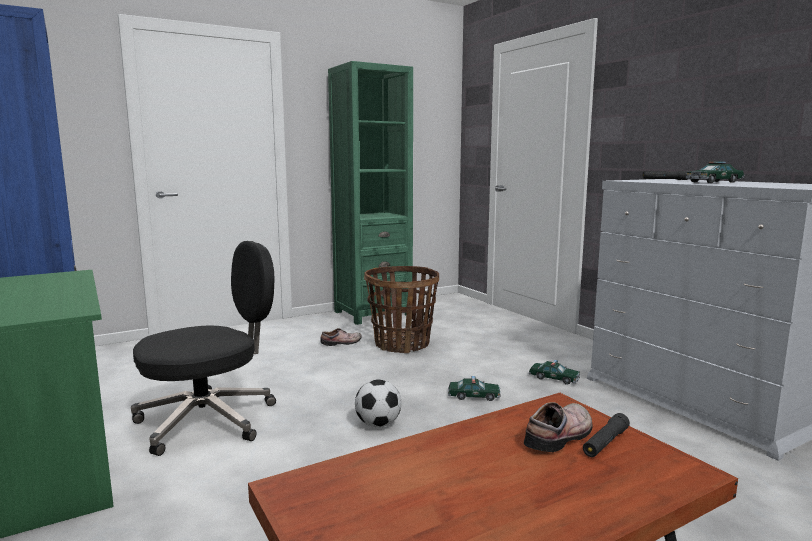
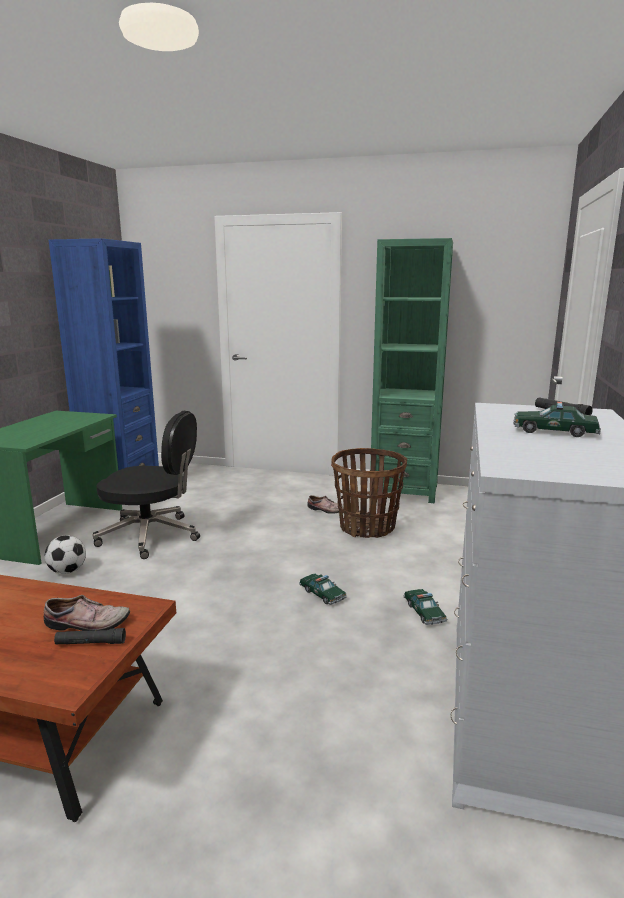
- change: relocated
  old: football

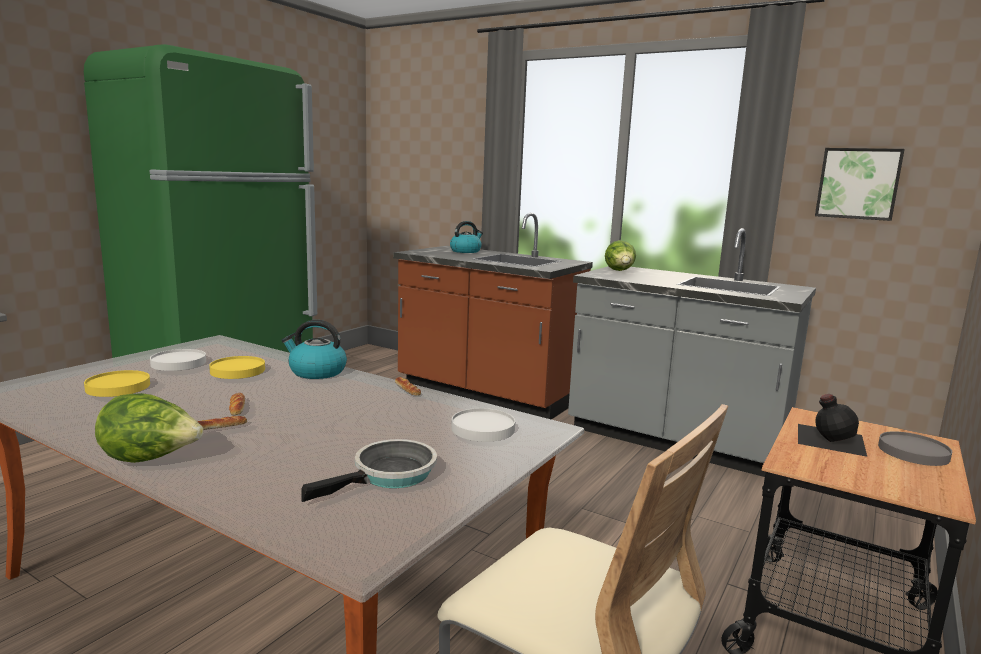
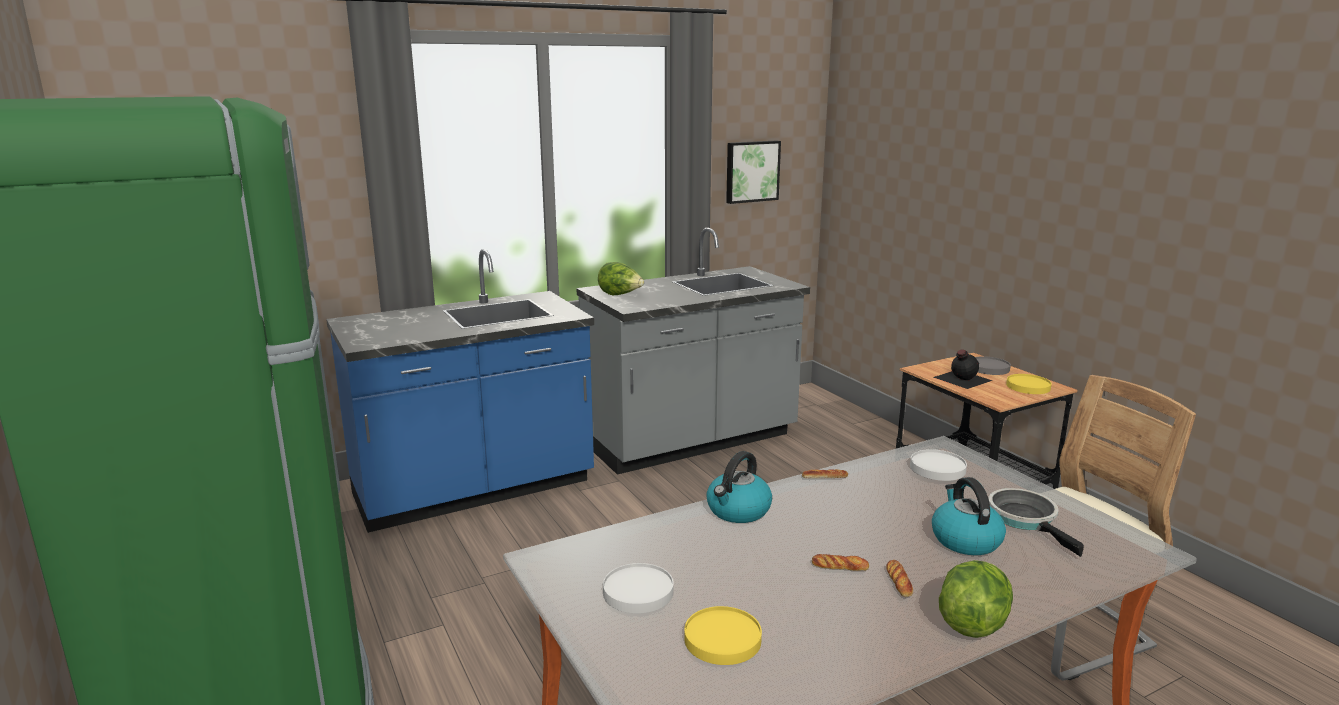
- change: colour
  old: brown counter
  new: blue counter
- change: relocated
  old: kettle (no. 2 from left)
- change: relocated
  old: yellow plate (no. 2 from left)

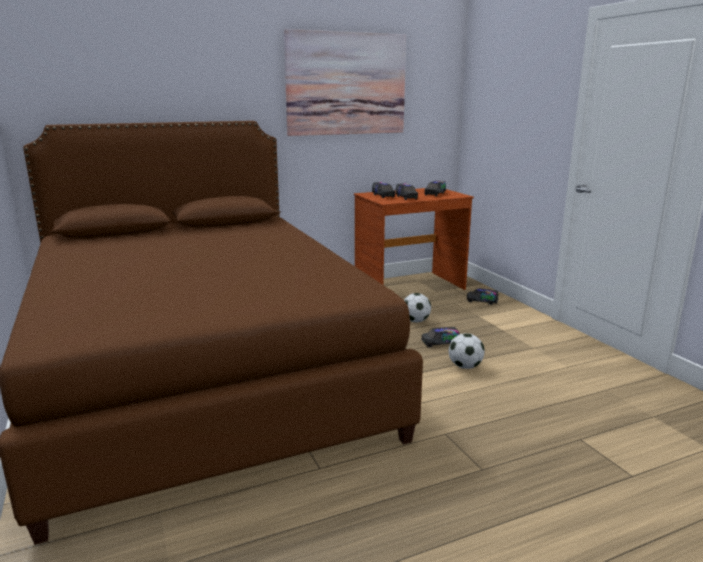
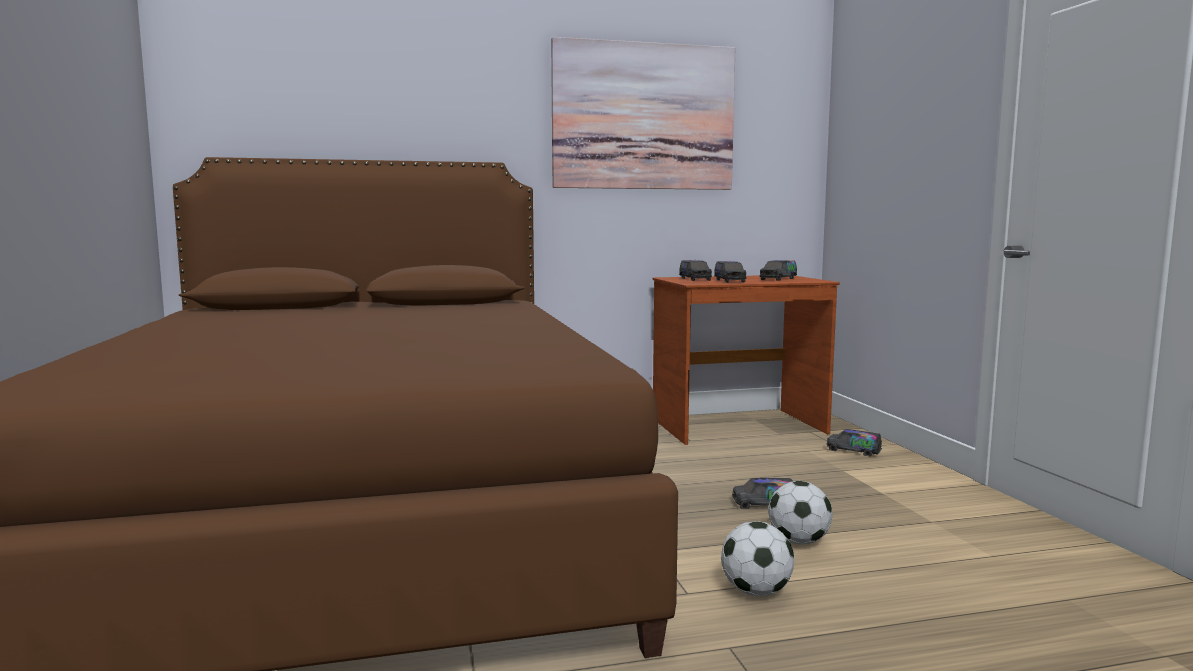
- change: relocated
  old: football (no. 1 from left)

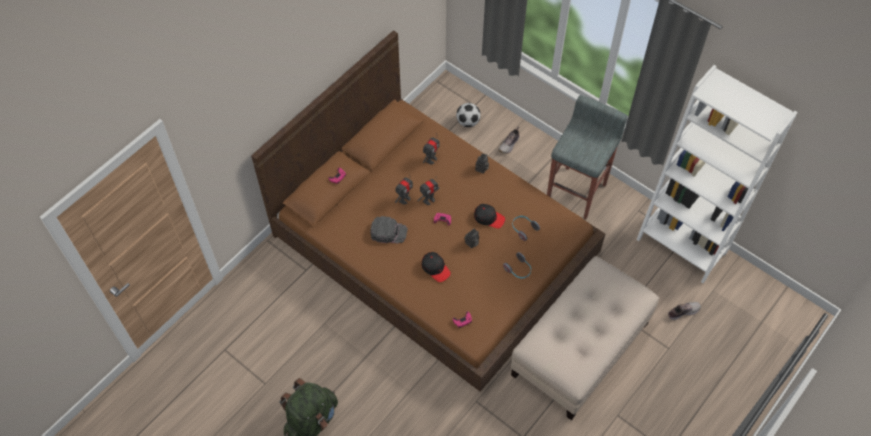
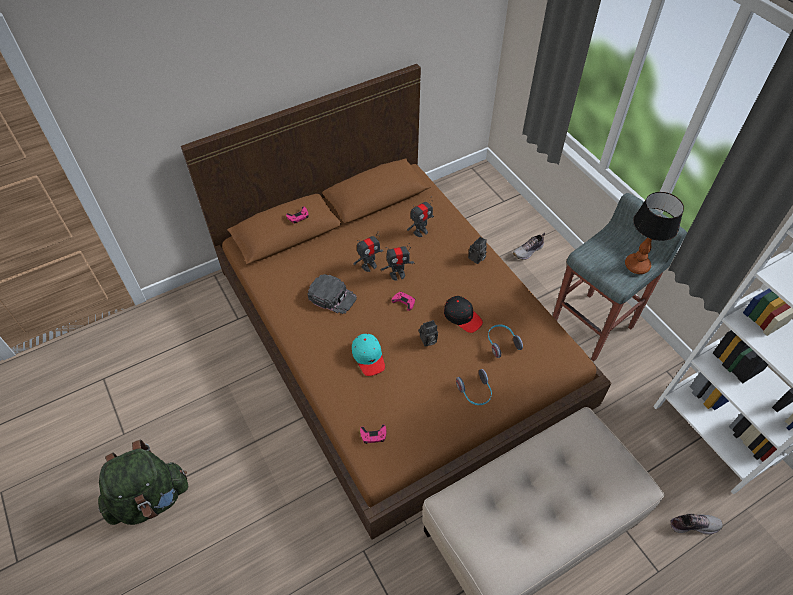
- change: missing
  old: football
- change: colour
  old: black cap (no. 2 from left)
  new: turquoise cap
- change: appeared
  new: table lamp

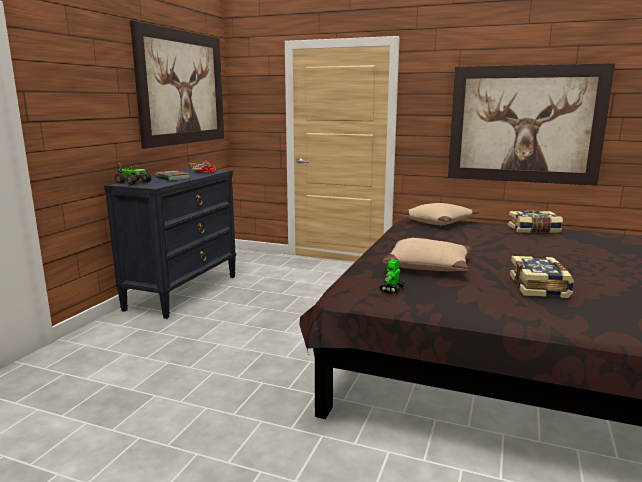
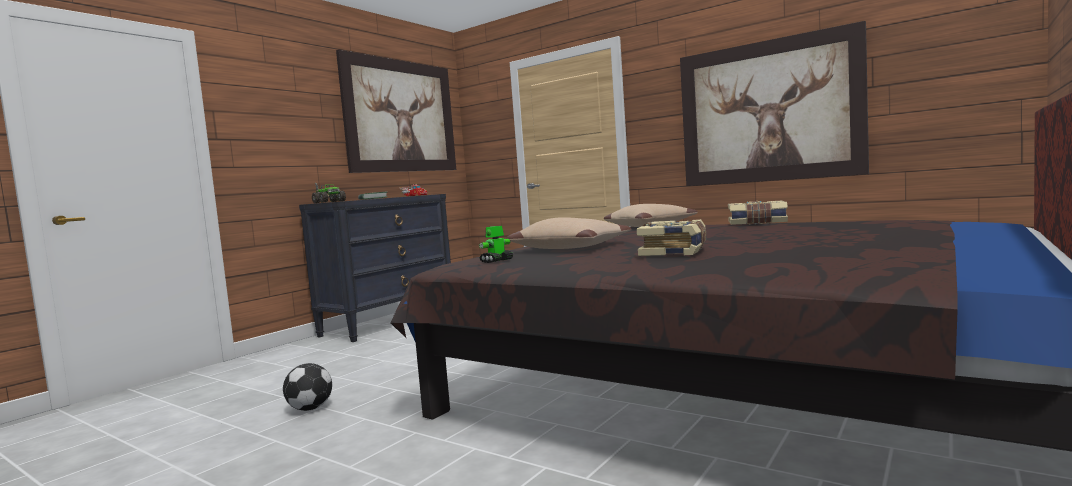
- change: appeared
  new: football

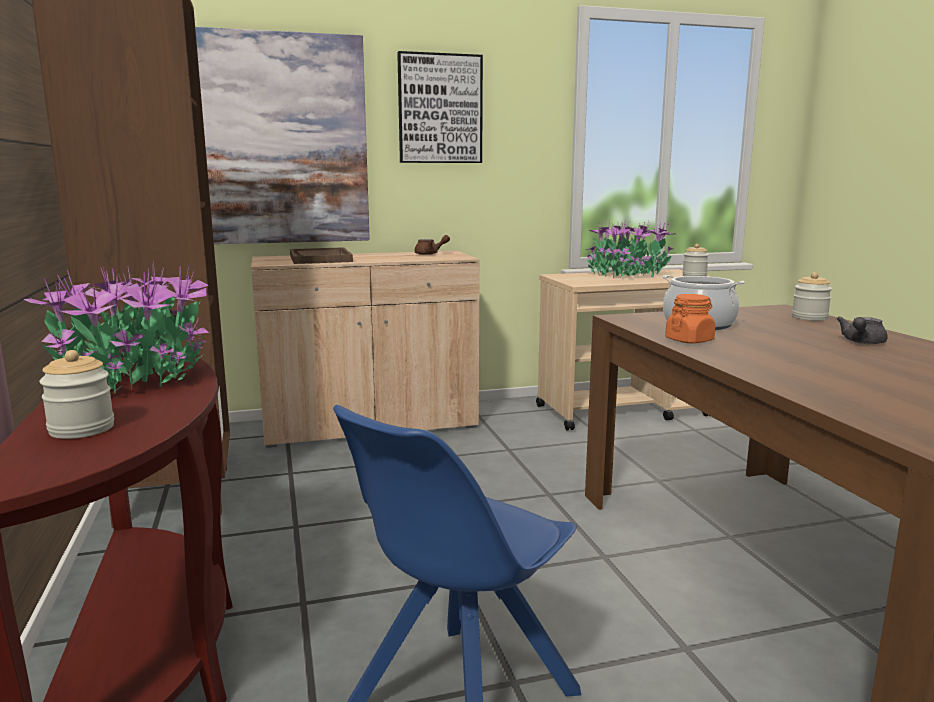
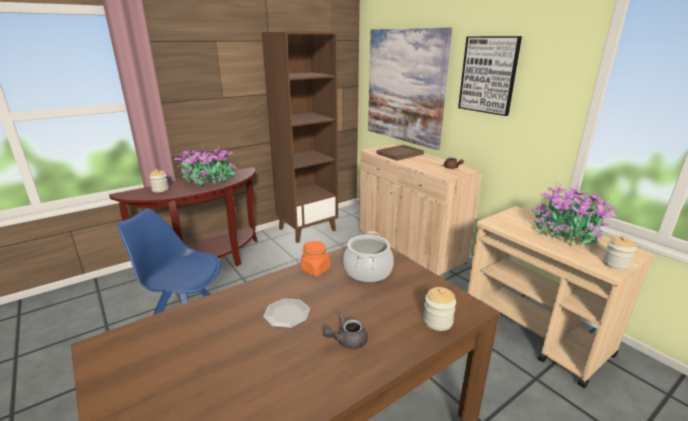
- change: spun
  old: grey teapot
  degrees: -45
- change: appeared
  new: plate

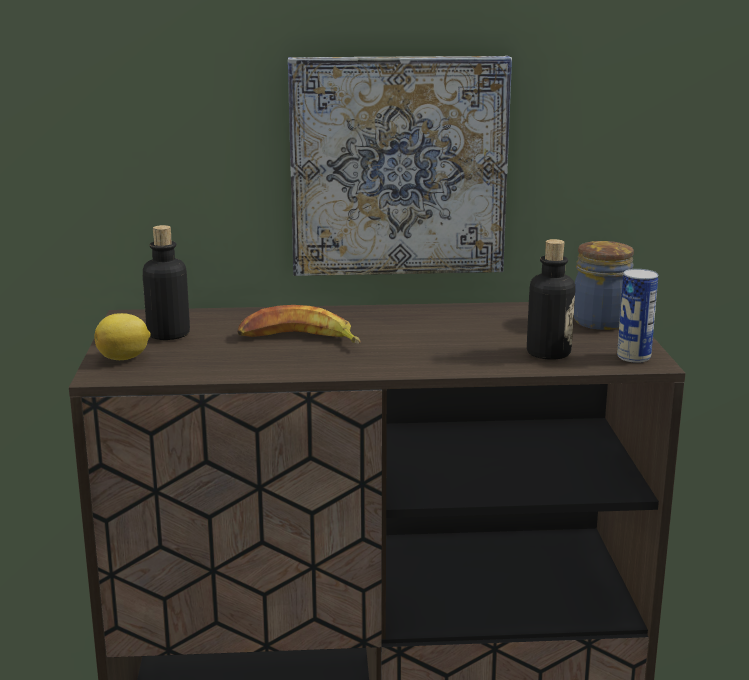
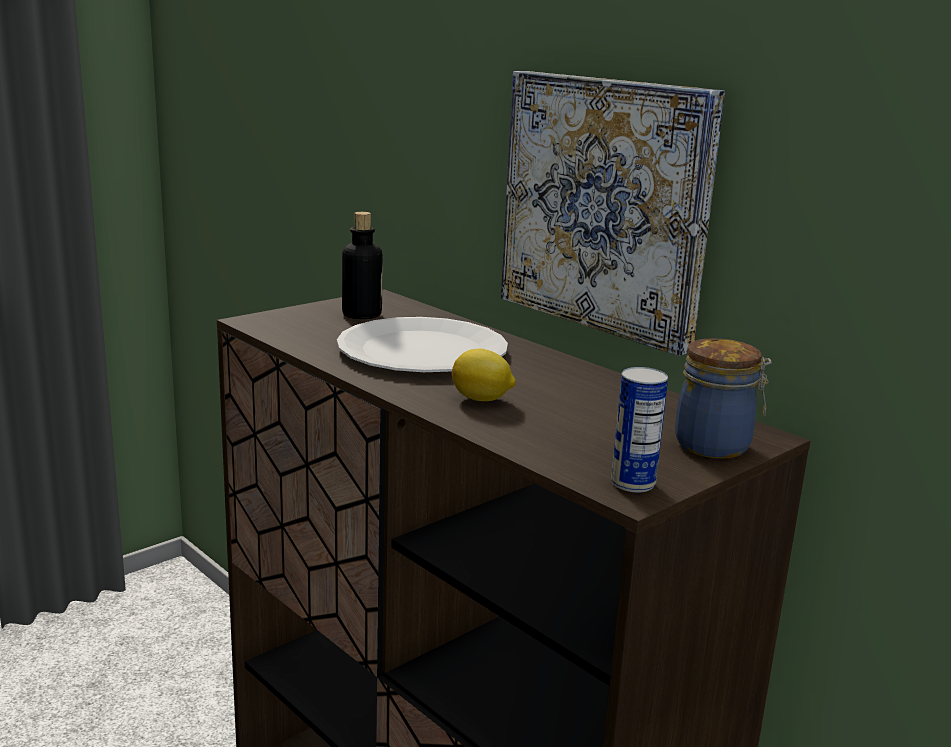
- change: missing
  old: bottle (no. 2 from left)
- change: exchanged
  old: banana
  new: white plate
- change: relocated
  old: lemon

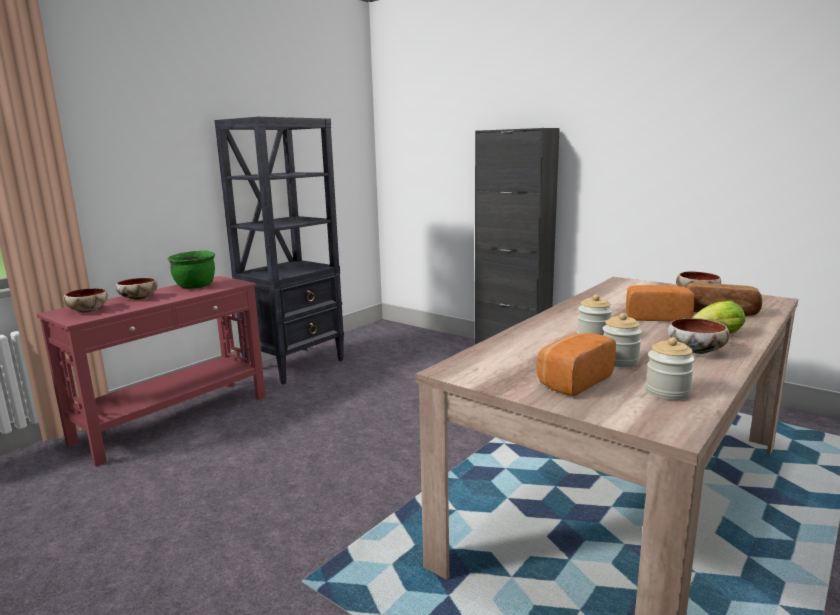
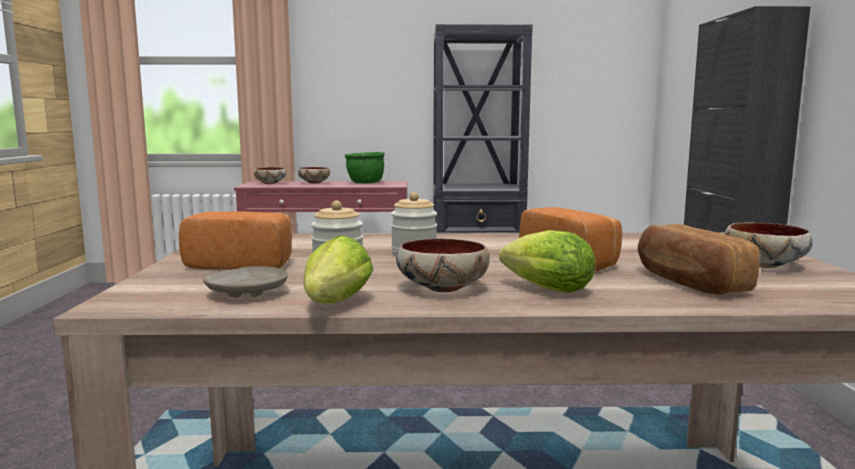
- change: exchanged
  old: jar (no. 3 from left)
  new: beige plate
- change: appeared
  new: lettuce (no. 1 from left)

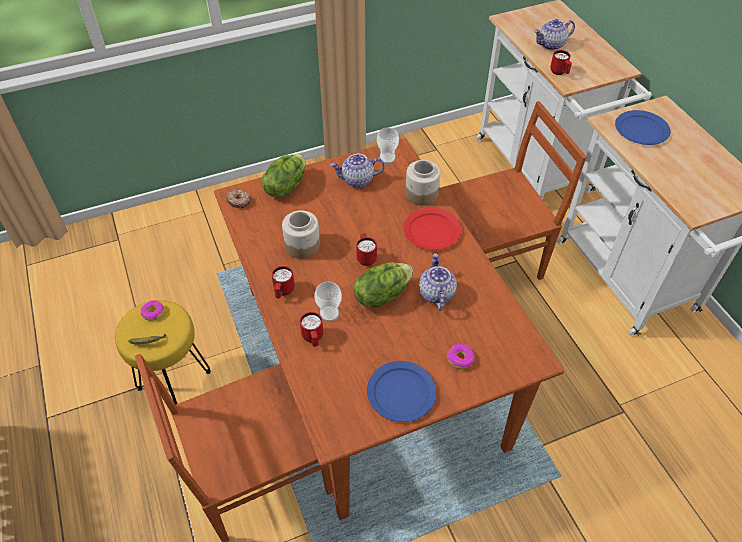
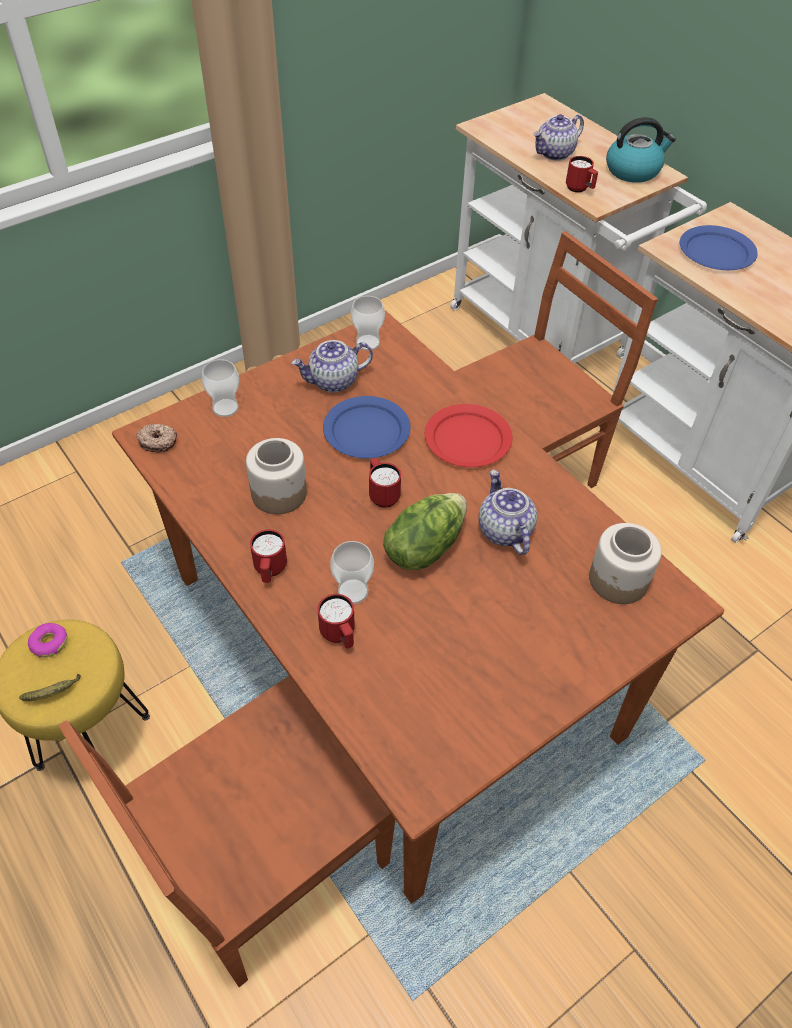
- change: exchanged
  old: lettuce (no. 1 from left)
  new: cup (no. 1 from left)
- change: relocated
  old: jar (no. 2 from left)
- change: missing
  old: donut (no. 3 from left)
- change: relocated
  old: blue plate (no. 1 from left)
- change: appeared
  new: kettle

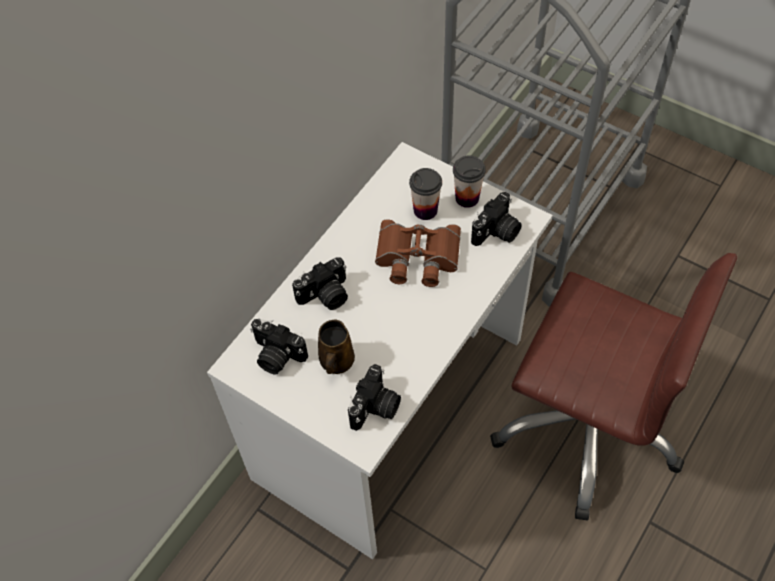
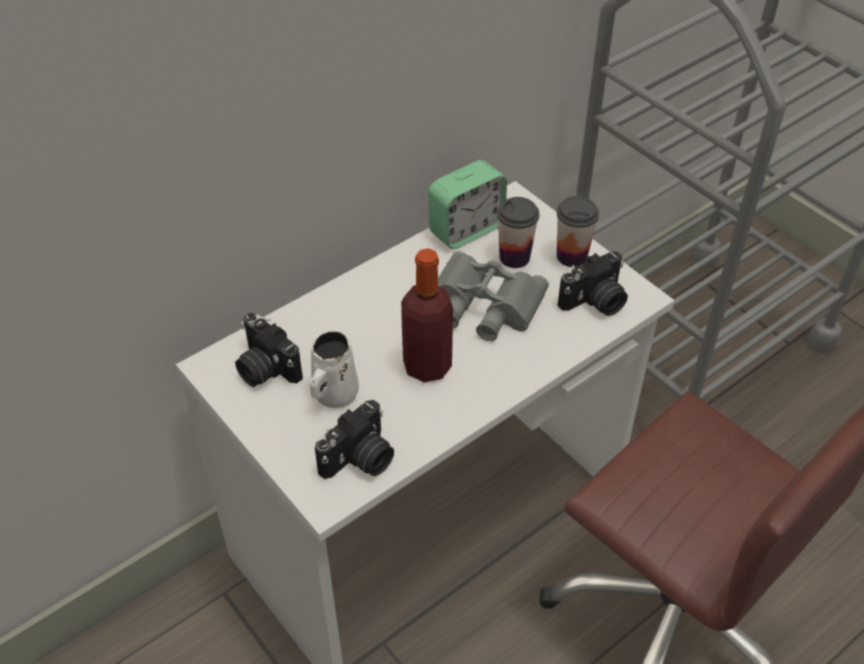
- change: colour
  old: brown binoculars
  new: grey binoculars
- change: missing
  old: photo camera (no. 2 from left)
- change: colour
  old: brown mug
  new: white mug
- change: appeared
  new: alarm clock
- change: appeared
  new: bottle

